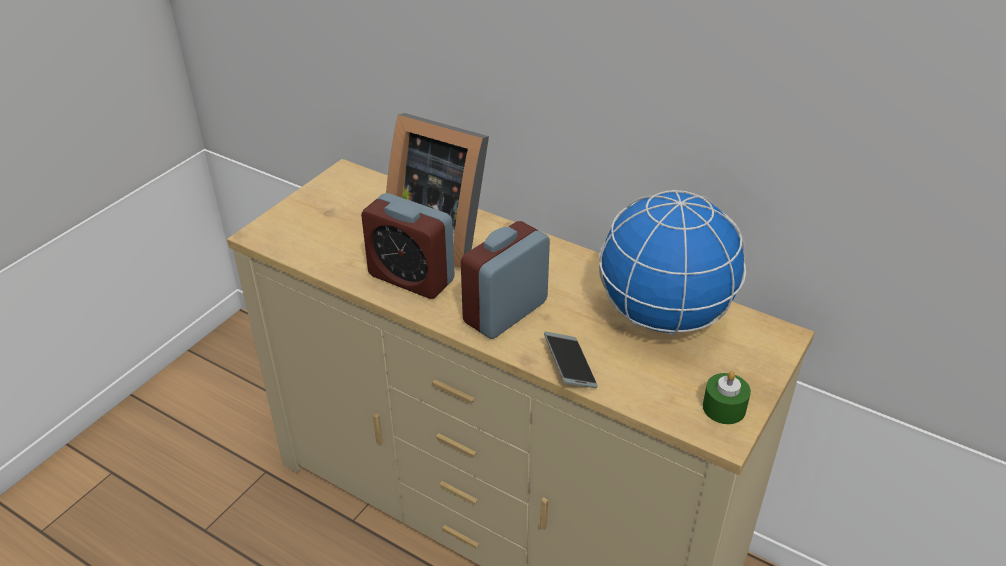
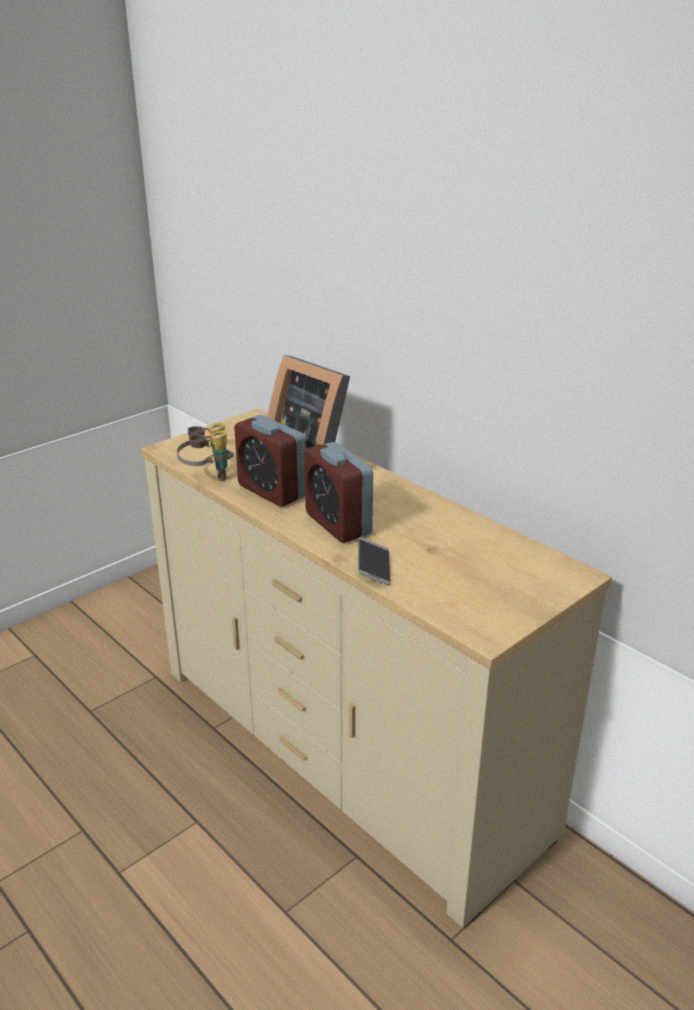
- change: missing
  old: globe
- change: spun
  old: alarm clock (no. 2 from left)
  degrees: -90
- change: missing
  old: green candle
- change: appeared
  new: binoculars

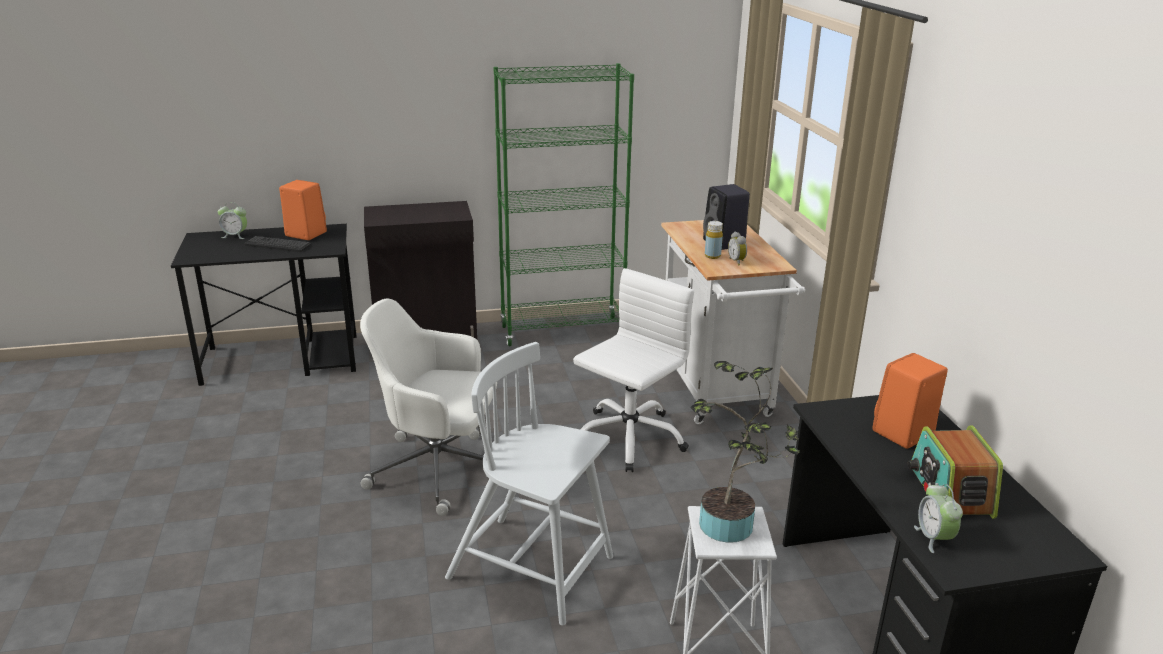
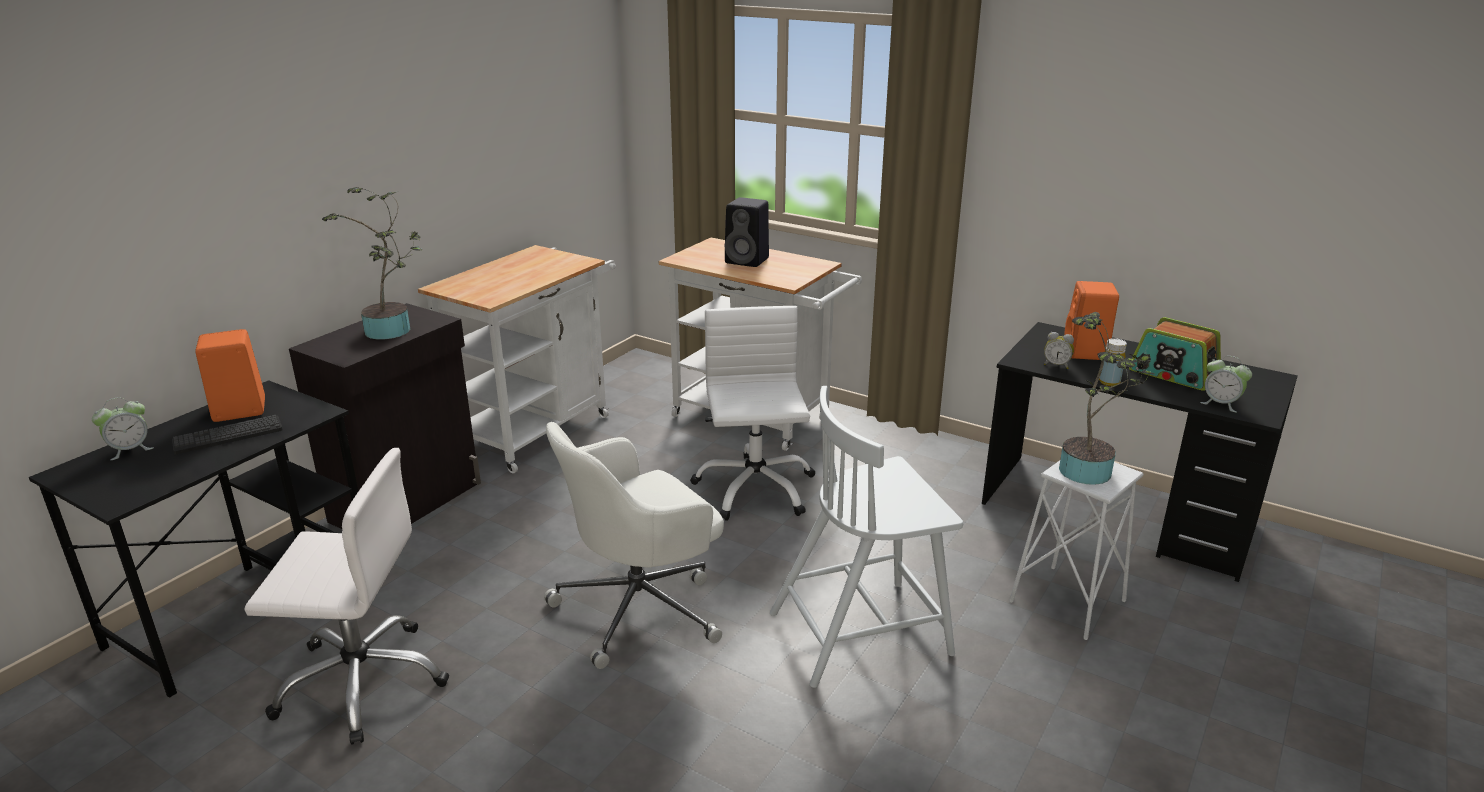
- change: exchanged
  old: green bookcase
  new: white cart (no. 1 from left)
- change: relocated
  old: yellow bottle
- change: relocated
  old: alarm clock (no. 2 from left)
- change: appeared
  new: potted plant (no. 1 from left)
- change: appeared
  new: white office chair (no. 1 from left)

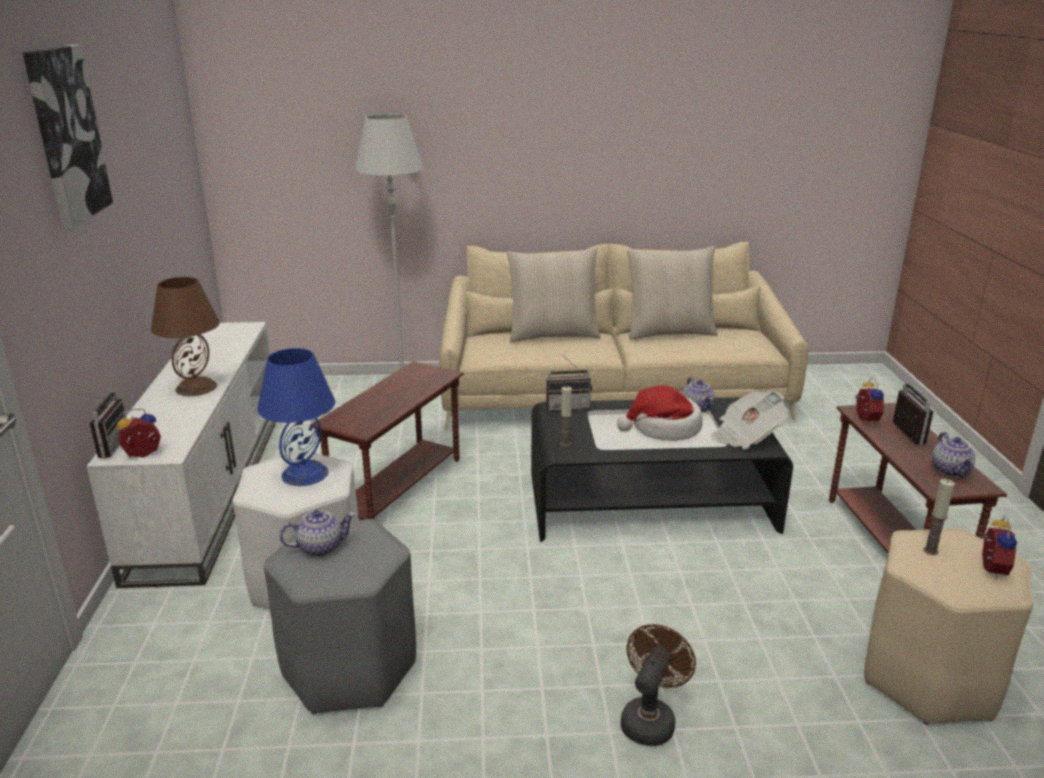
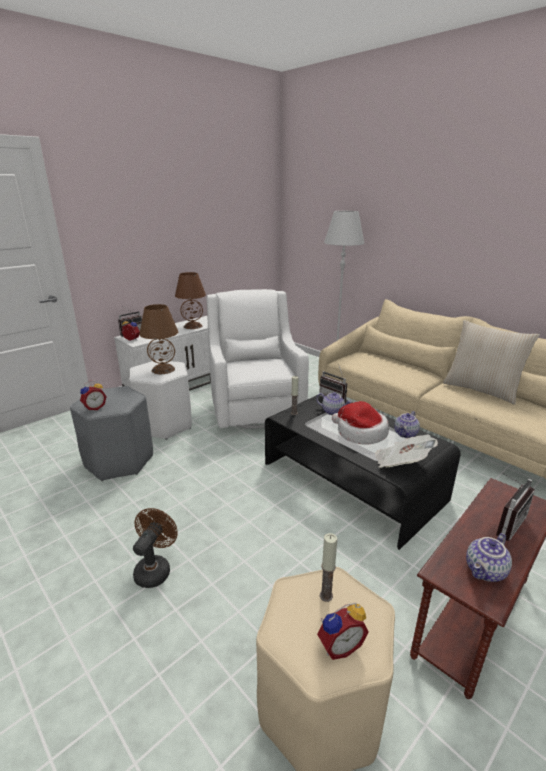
- change: missing
  old: picture
- change: missing
  old: beige pillow (no. 1 from left)
- change: colour
  old: blue table lamp
  new: brown table lamp (no. 1 from left)
- change: exchanged
  old: brown side table (no. 1 from left)
  new: white armchair
- change: relocated
  old: alarm clock (no. 2 from left in the first image)
  new: alarm clock (no. 1 from left)
- change: relocated
  old: teapot (no. 1 from left)
- change: spun
  old: brown fan
  degrees: -60

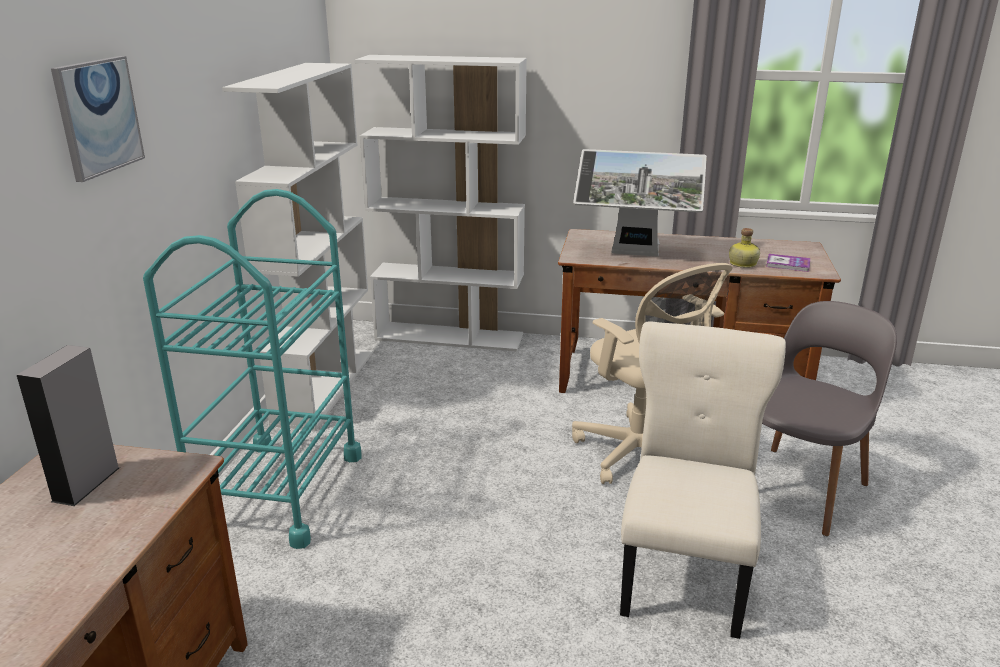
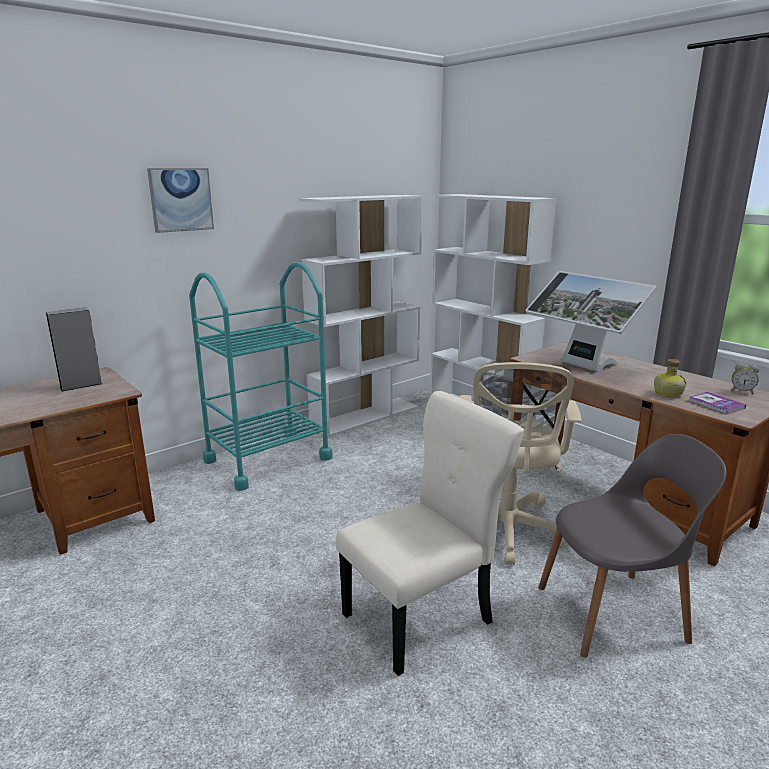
- change: appeared
  new: alarm clock

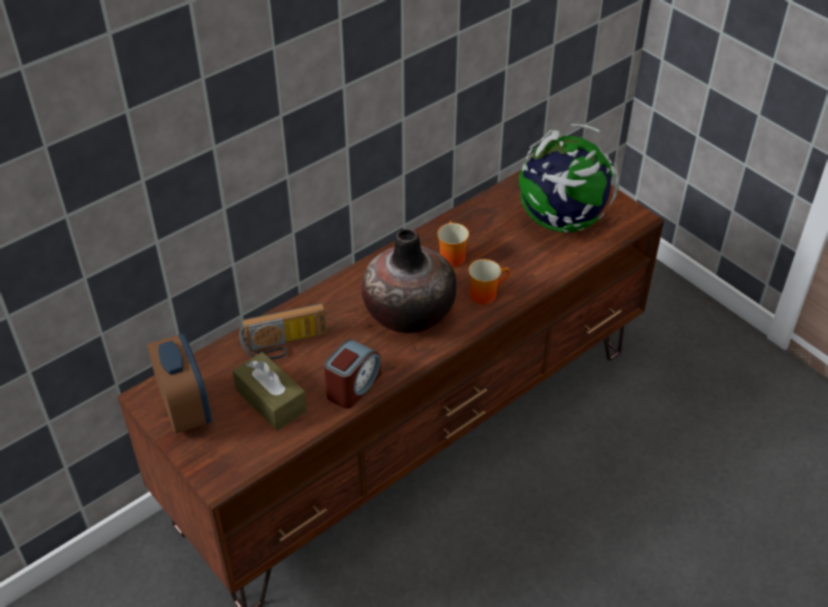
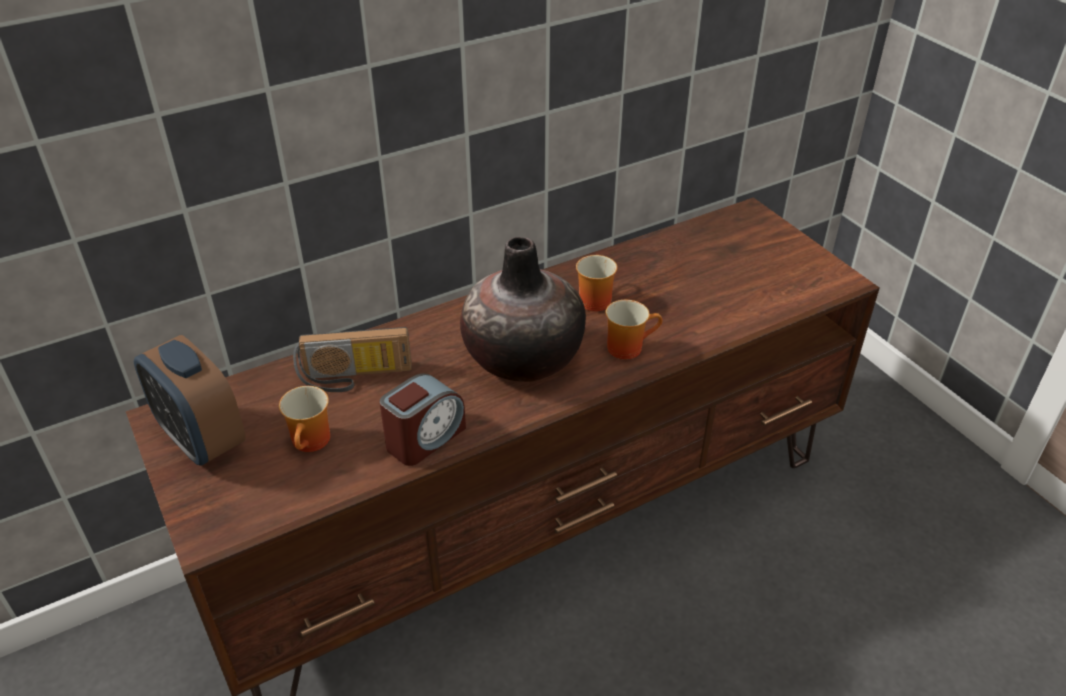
- change: missing
  old: globe
- change: spun
  old: alarm clock (no. 1 from left)
  degrees: 150
- change: exchanged
  old: brown tissue box
  new: mug (no. 1 from left)

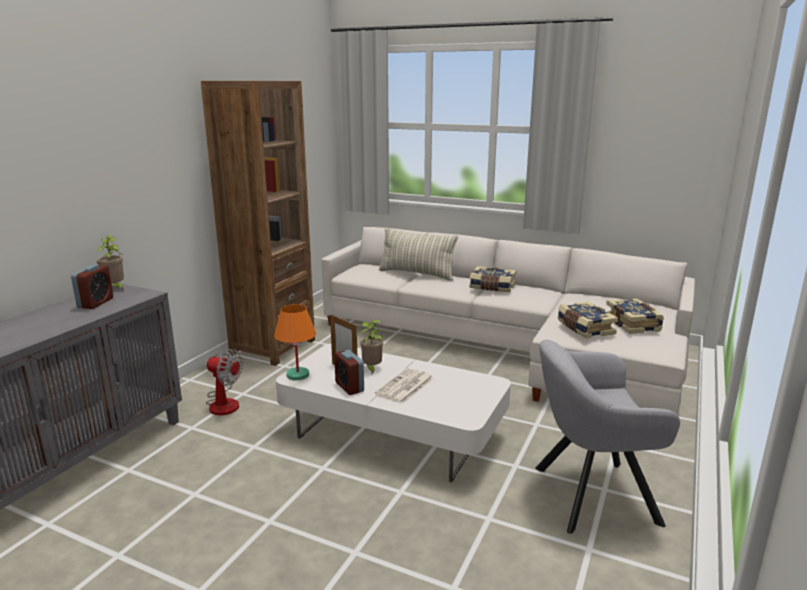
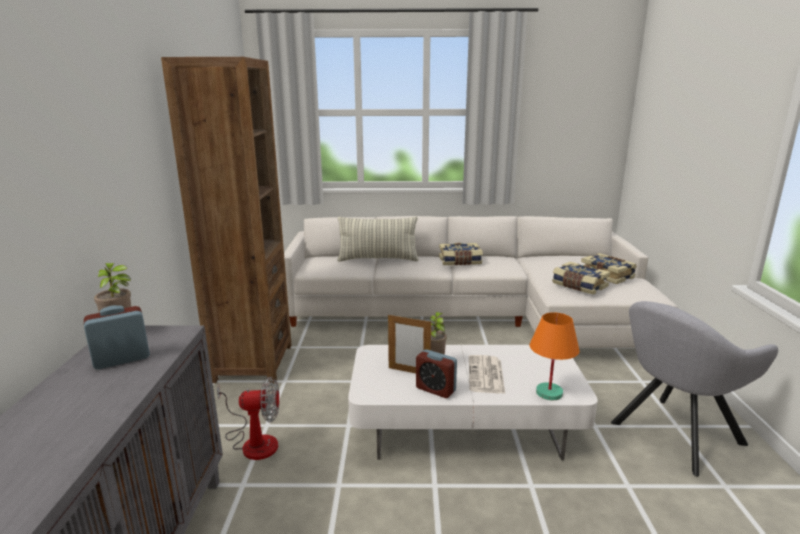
- change: spun
  old: alarm clock (no. 1 from left)
  degrees: -105
- change: relocated
  old: orange table lamp

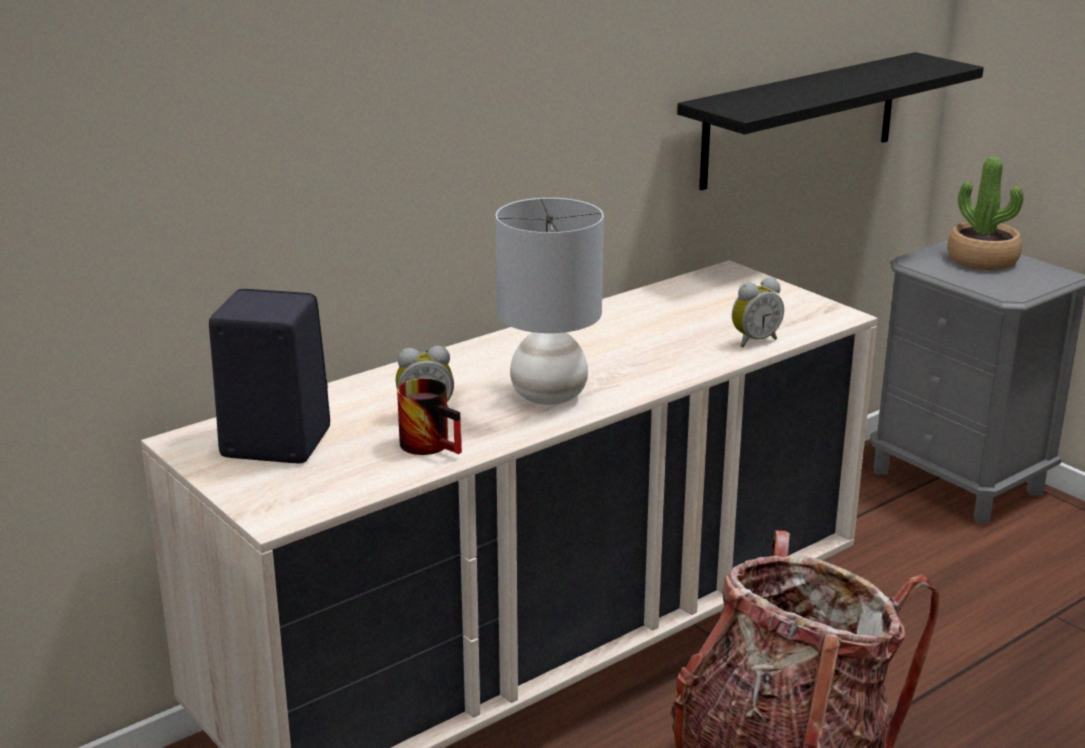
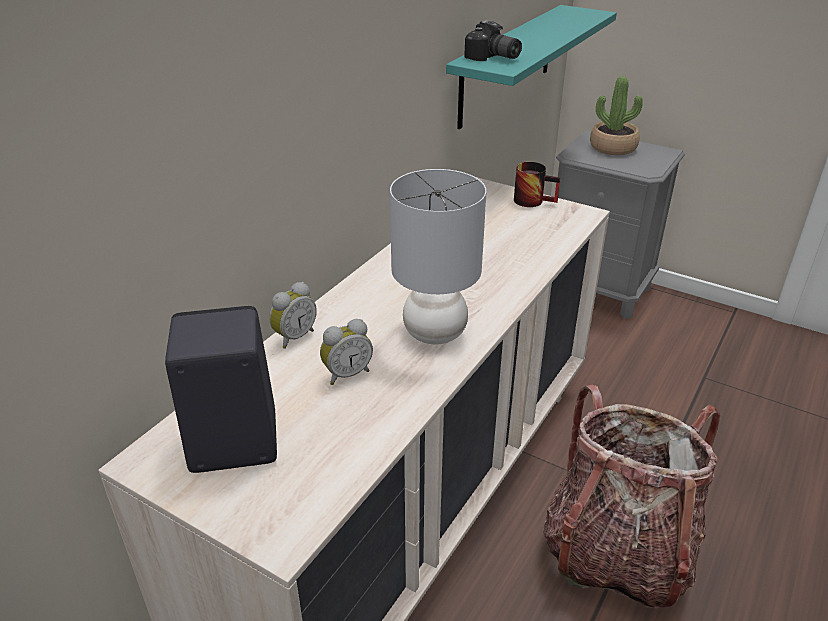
- change: colour
  old: black shelf
  new: turquoise shelf
- change: relocated
  old: alarm clock (no. 2 from left in the first image)
  new: alarm clock (no. 1 from left)
- change: relocated
  old: mug
- change: appeared
  new: photo camera

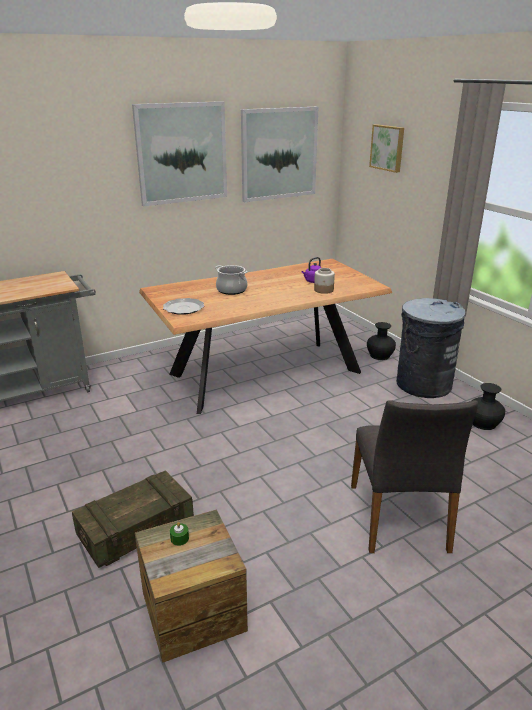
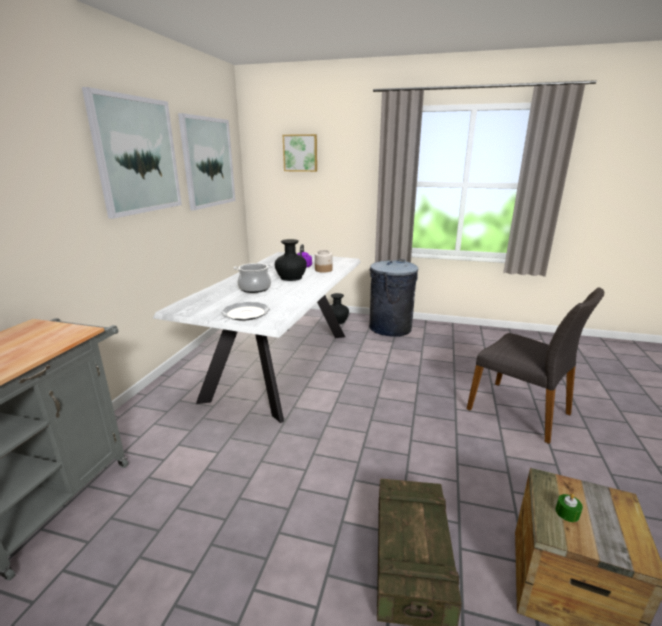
- change: colour
  old: brown dining table
  new: white dining table
- change: relocated
  old: black vase (no. 2 from left in the first image)
  new: black vase (no. 1 from left)

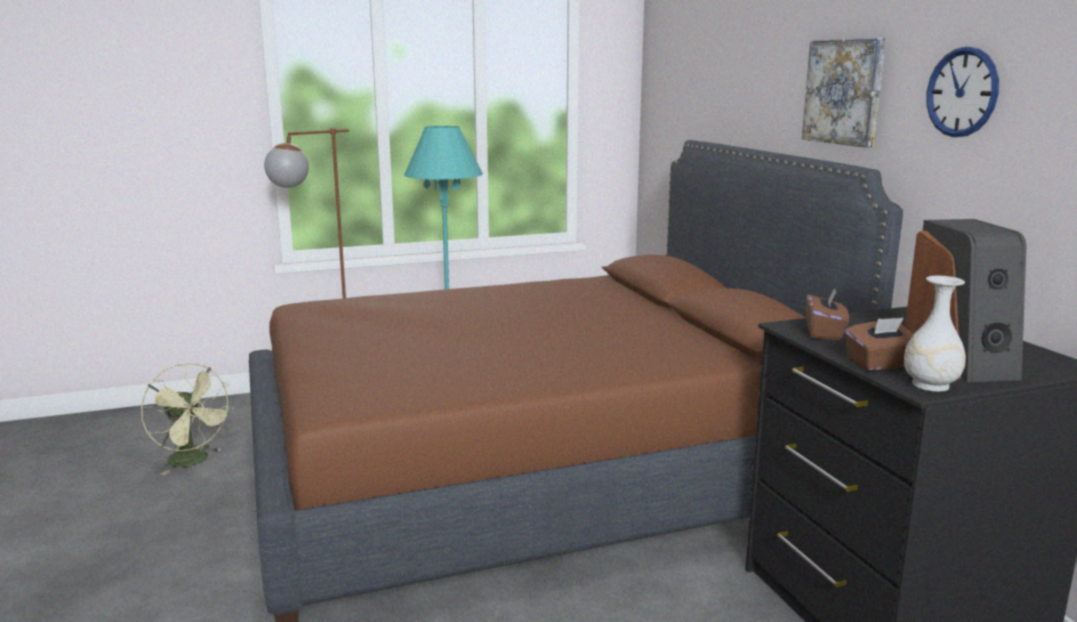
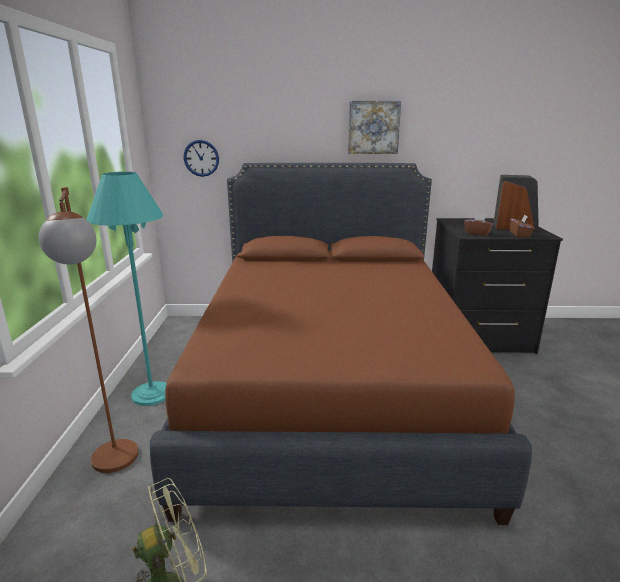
- change: relocated
  old: wall clock
- change: missing
  old: white vase

